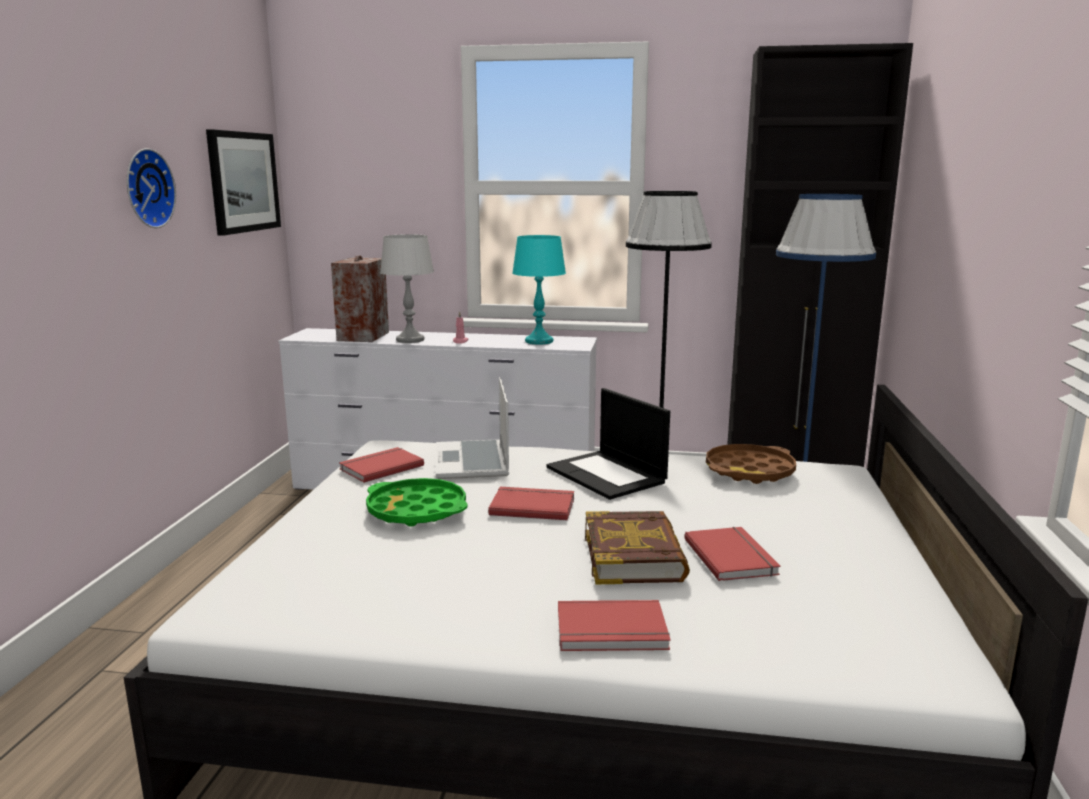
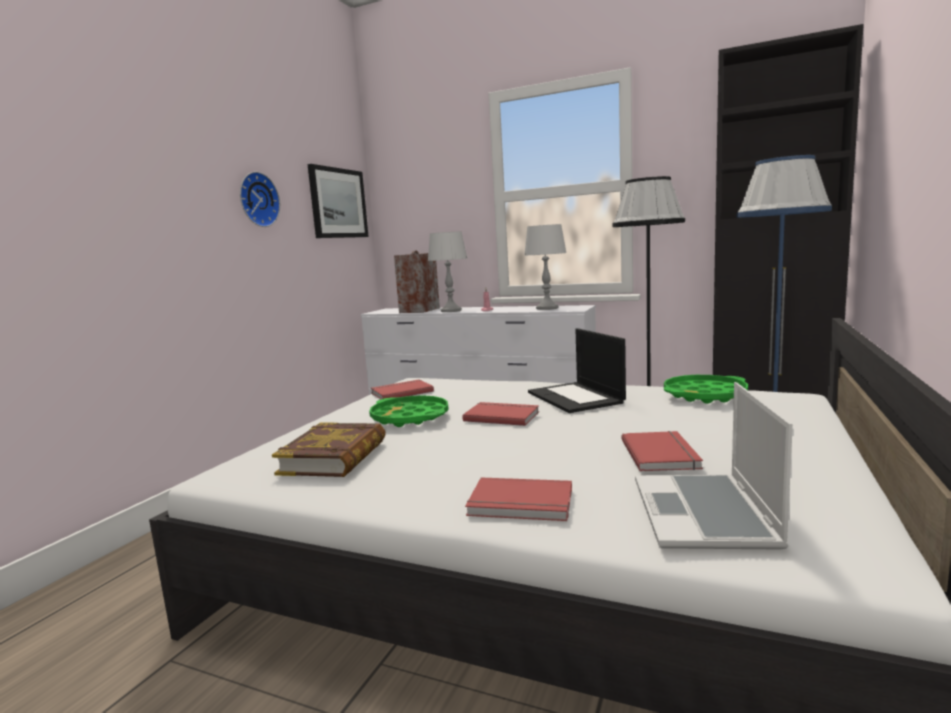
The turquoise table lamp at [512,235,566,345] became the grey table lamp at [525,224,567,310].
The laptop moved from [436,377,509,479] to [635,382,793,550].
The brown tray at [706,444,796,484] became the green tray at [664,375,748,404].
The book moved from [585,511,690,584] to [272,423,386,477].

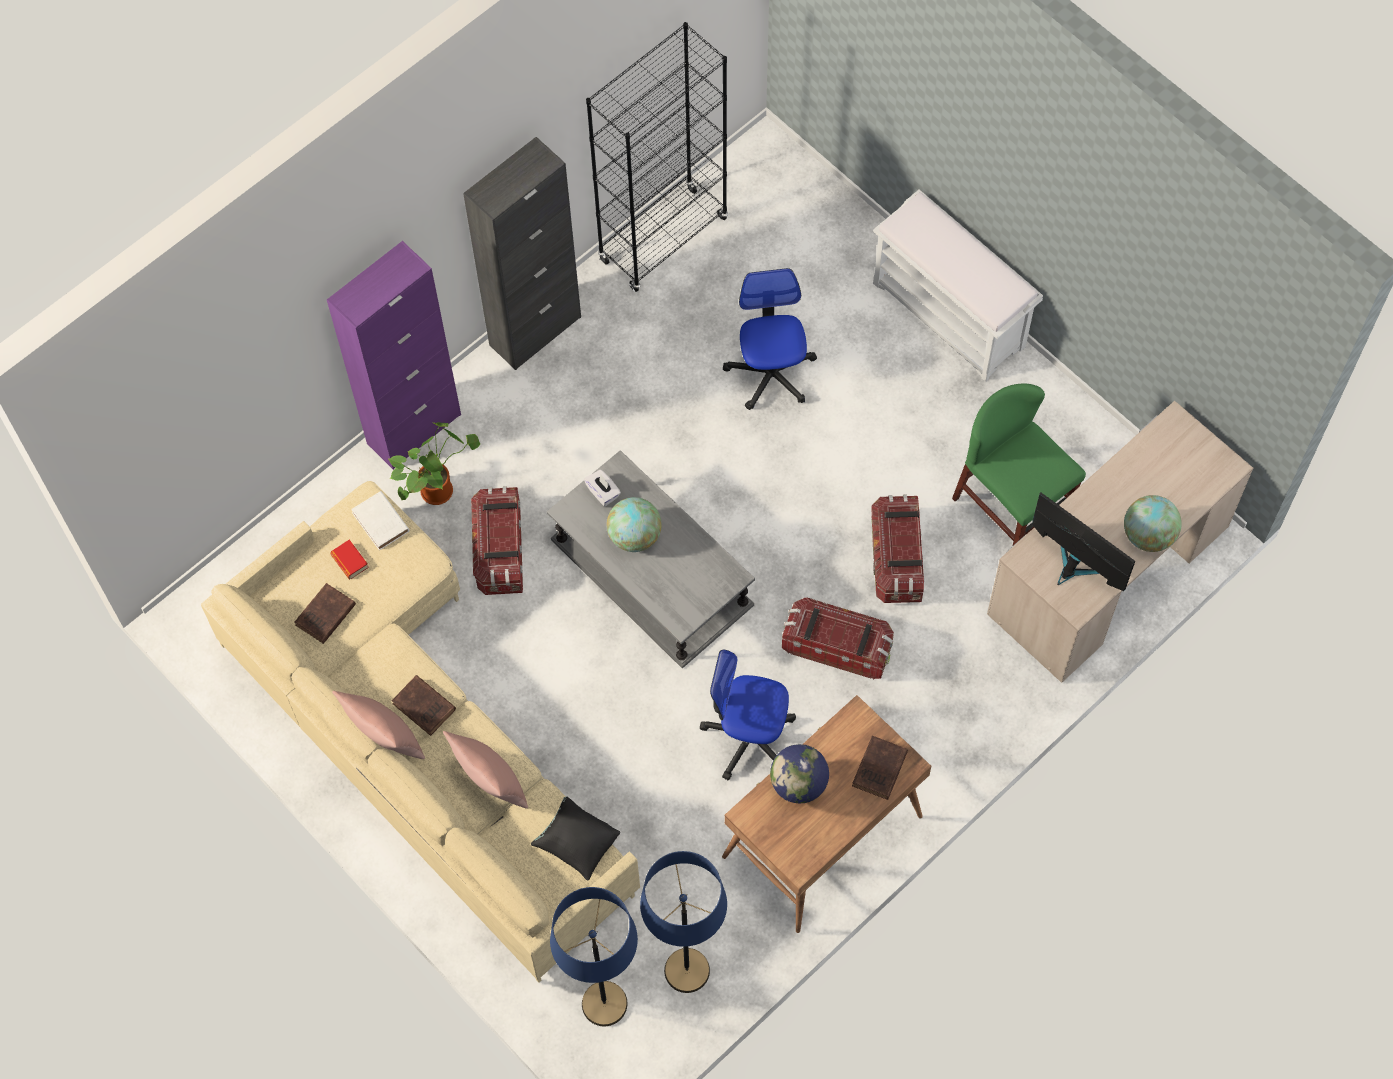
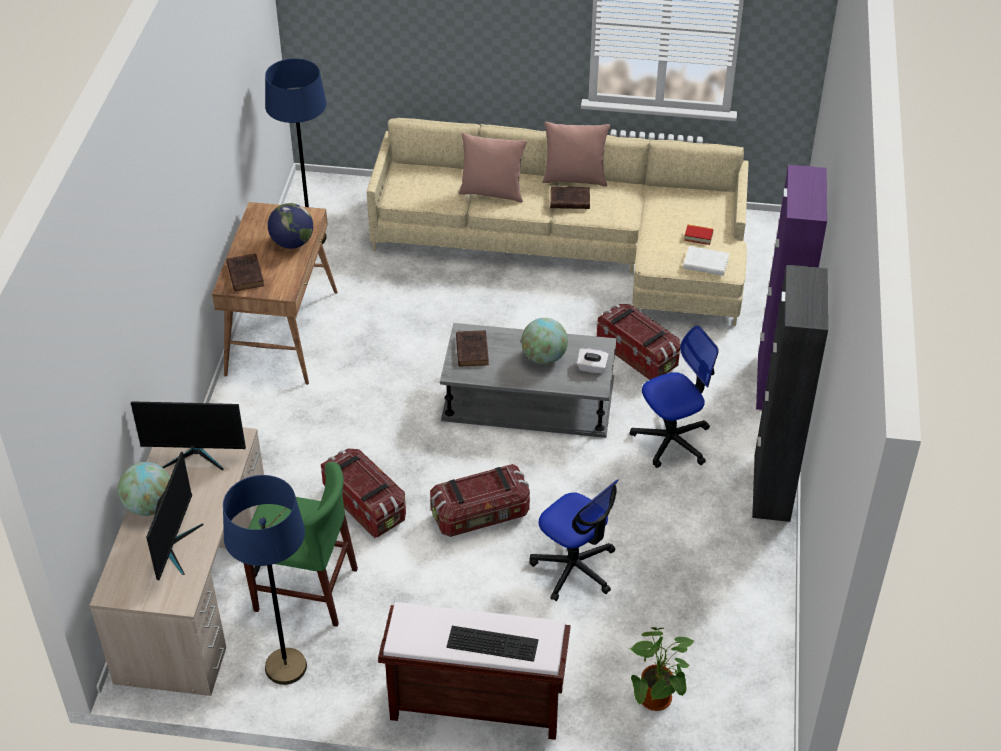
The black bookcase at [586,22,728,292] disappeared.
The white bench at [873,190,1043,382] became the brown bench at [378,602,571,740].
The potted plant moved from [389,422,480,505] to [629,627,694,711].
The brown book moved from [294,583,356,644] to [456,330,489,367].
The storage box moved from [782,597,894,679] to [430,464,530,537].
The office chair moved from [700,649,796,780] to [629,325,719,468].
The black pillow at [531,796,620,880] disappeared.
The blue floor lamp moved from [550,887,638,1026] to [223,475,307,685].
The monitor at [146,452,203,580] appeared.
The keyboard at [446,626,539,662] appeared.

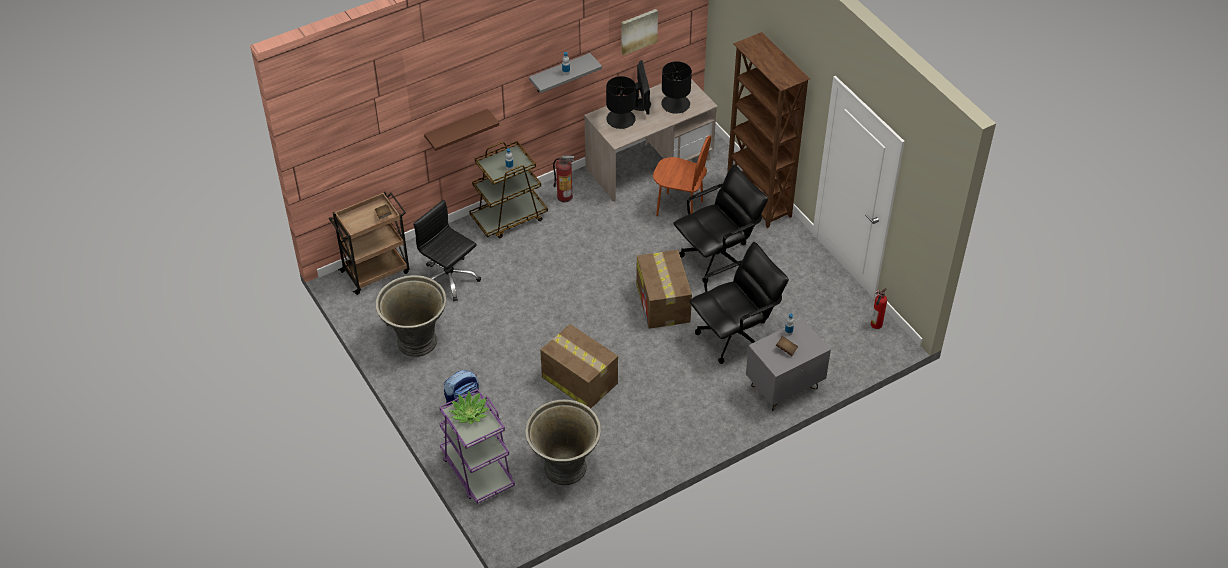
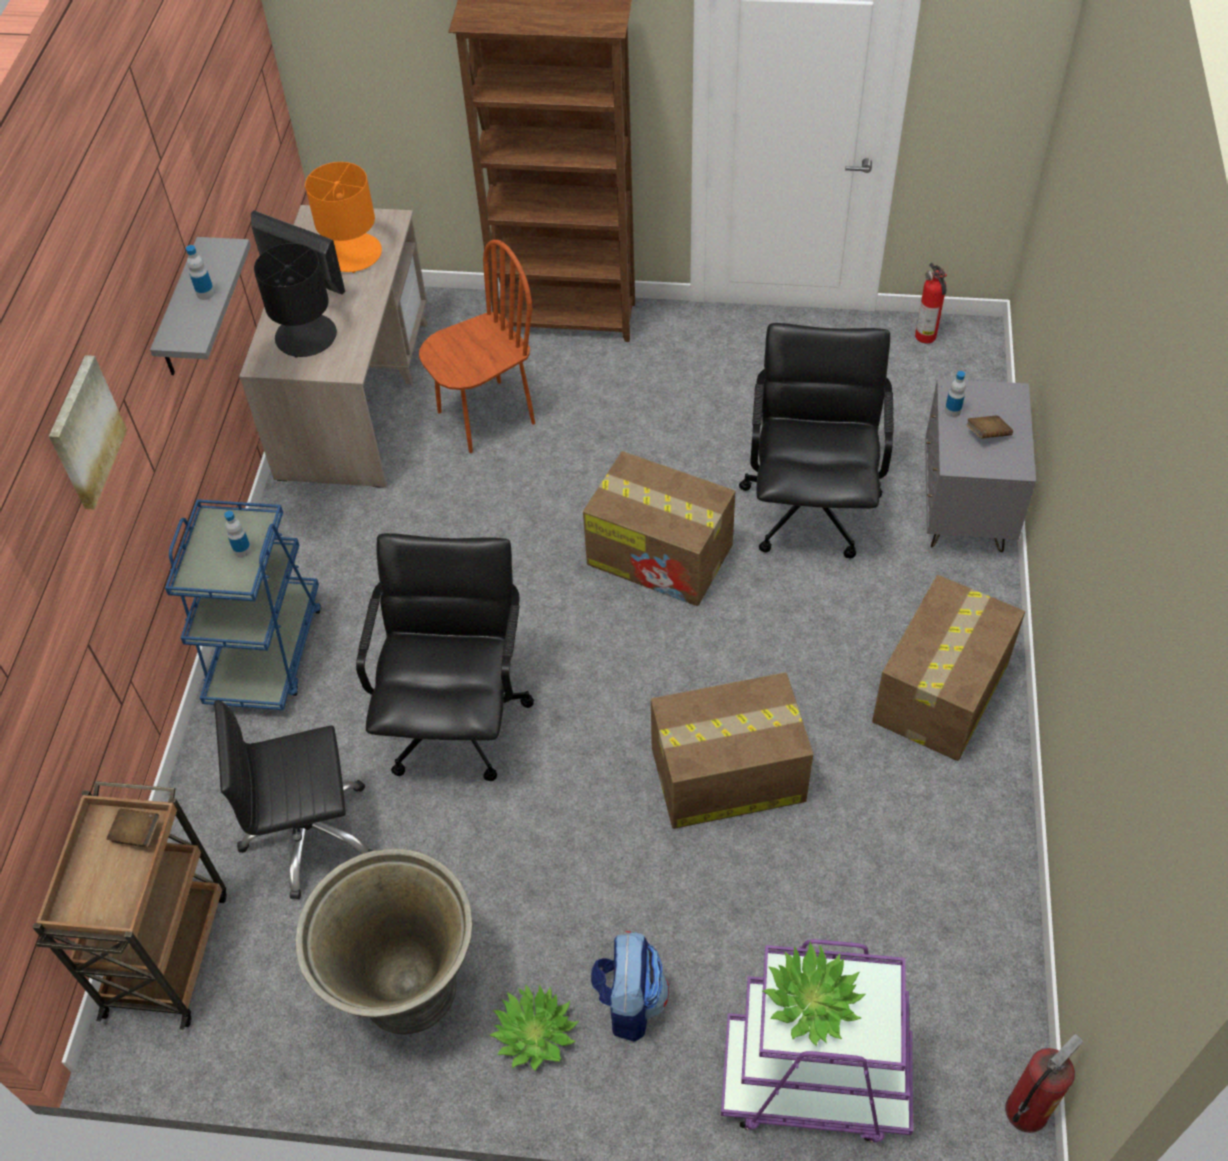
The picture moved from [621,9,658,56] to [49,355,127,510].
The black table lamp at [661,61,692,114] became the orange table lamp at [305,162,382,273].
The brown shelf at [424,109,499,151] disappeared.
The brown cart at [469,141,548,238] became the blue cart at [165,499,322,710].
The fire extinguisher moved from [553,155,574,202] to [1005,1034,1083,1133].
The black office chair moved from [673,165,768,282] to [356,533,534,781].
The grey planter at [525,399,601,485] disappeared.
The cardboard box at [872,575,1025,761] appeared.
The potted plant at [489,984,579,1072] appeared.

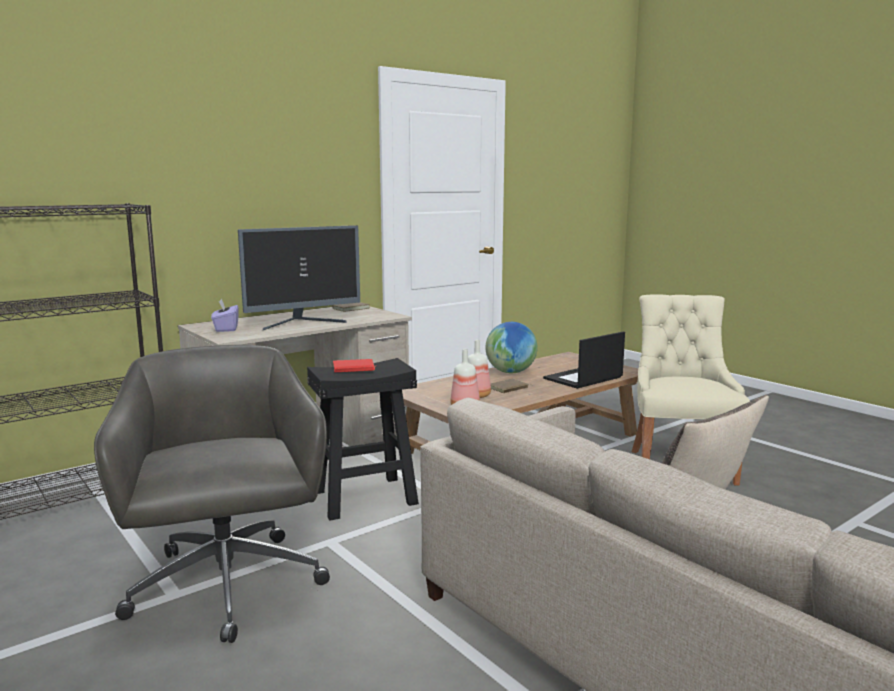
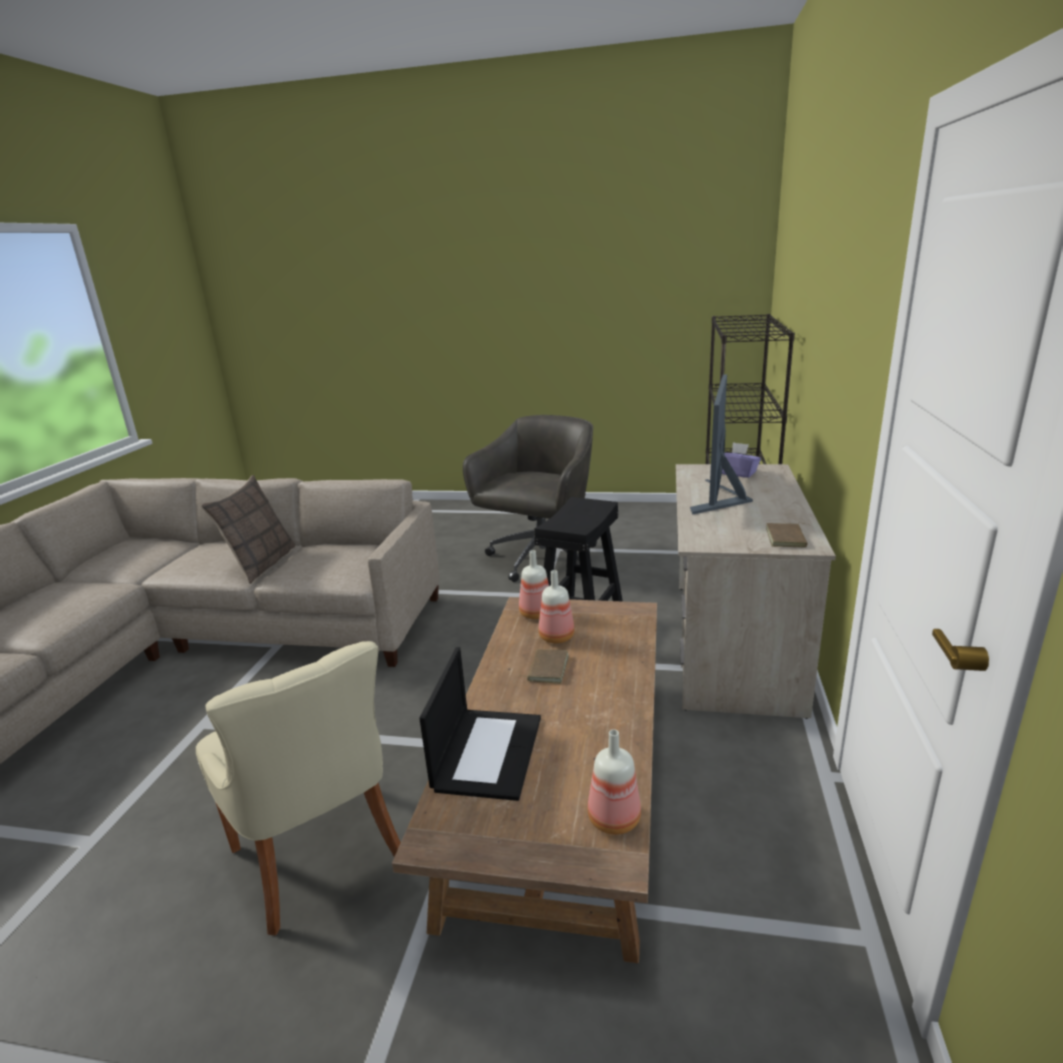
The globe at [485,322,538,373] disappeared.
The grey office chair at [94,345,330,643] turned 90 degrees counterclockwise.
The red book at [333,359,376,372] disappeared.
The bottle at [588,729,641,835] appeared.

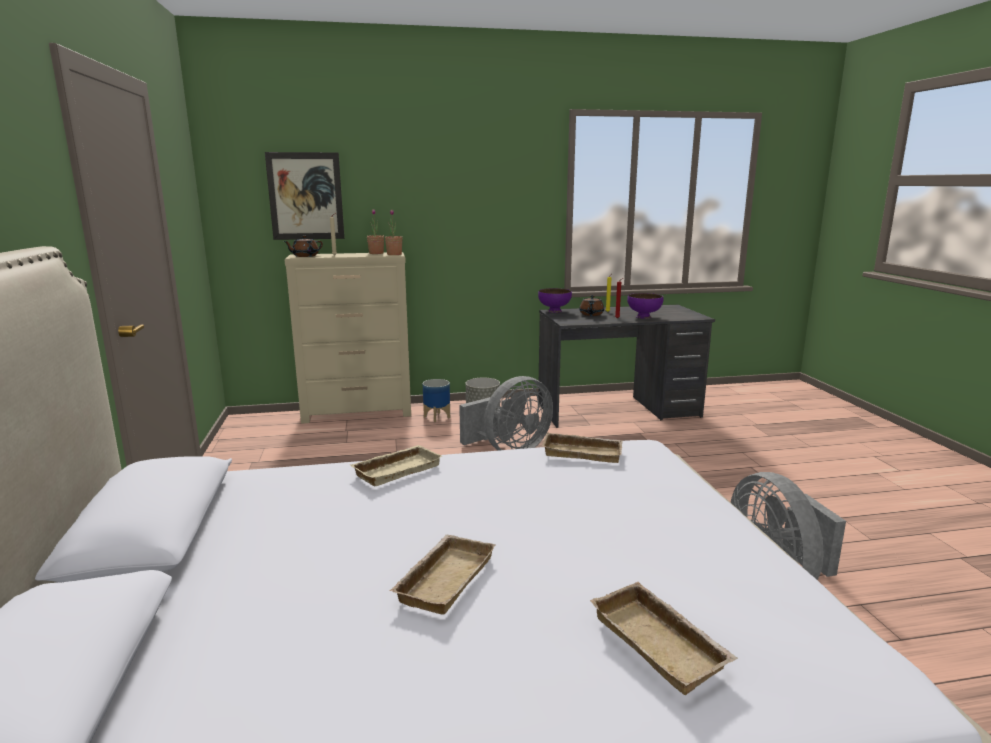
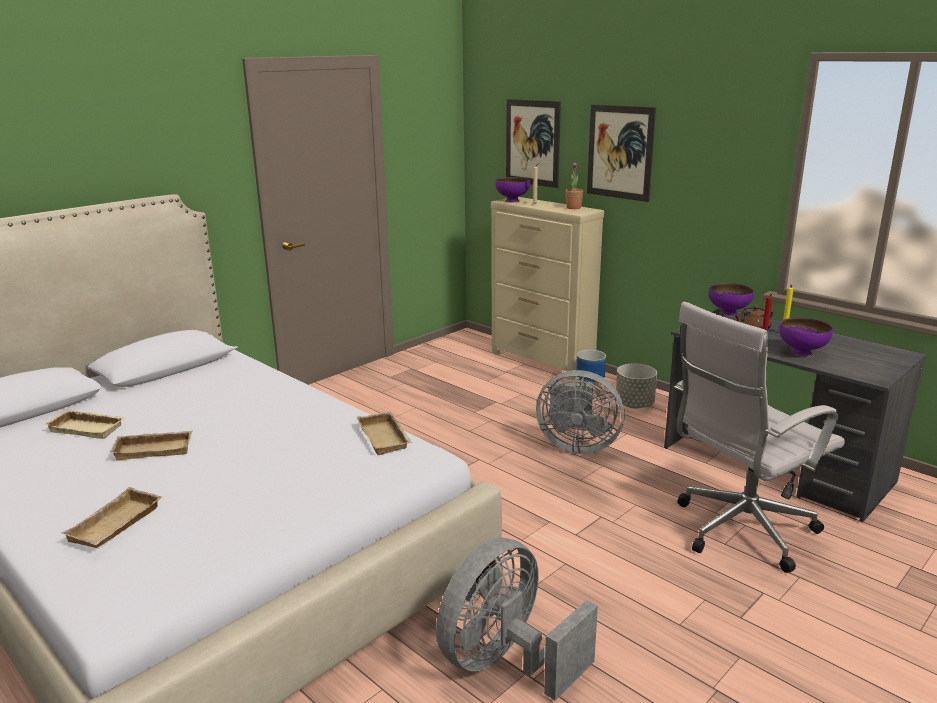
The potted plant at [385,210,402,255] disappeared.
The brown teapot at [283,236,323,257] was replaced by the purple bowl at [495,177,530,202].
The beige tray moved from [350,445,442,486] to [44,410,125,439].
The picture at [587,104,656,202] appeared.
The white office chair at [674,302,845,573] appeared.

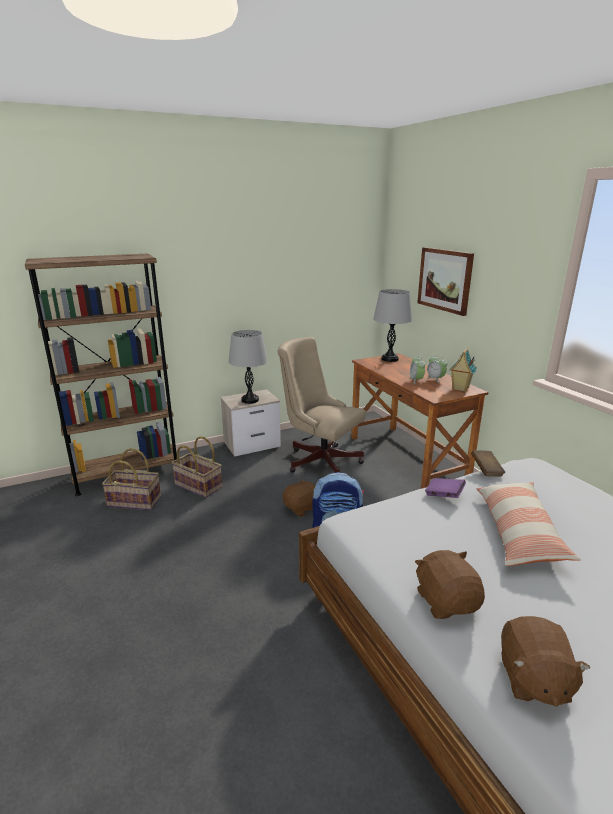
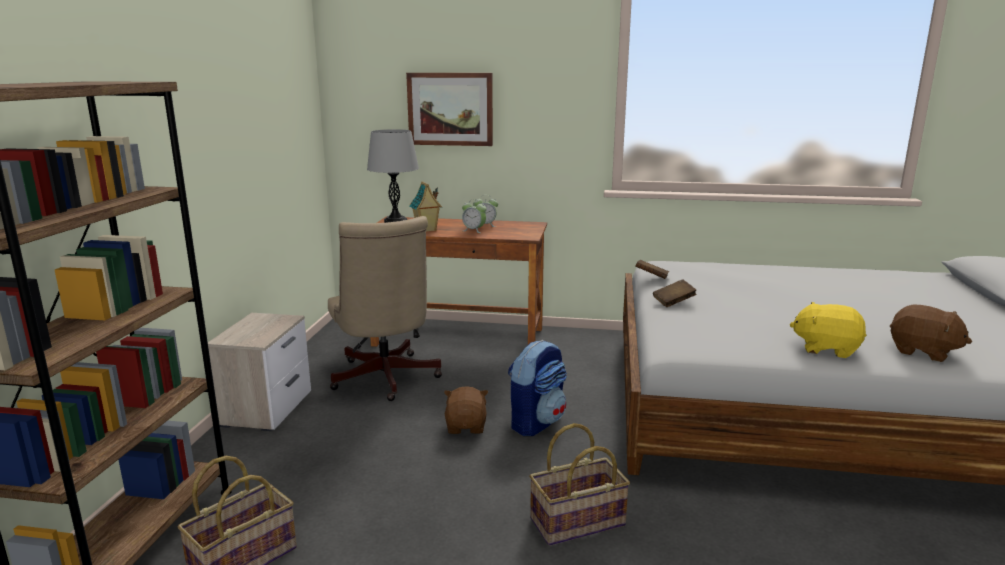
The grey table lamp at [229,330,268,404] disappeared.
The beige office chair at [277,337,366,473] turned 90 degrees counterclockwise.
The toy house moved from [450,348,477,392] to [410,182,442,231].
The basket moved from [171,436,222,498] to [529,423,630,546].
The purple book at [425,478,466,498] became the brown book at [653,279,696,307].
The pillow at [476,482,581,566] disappeared.
The brown plush toy at [415,550,485,619] became the yellow plush toy at [790,302,866,358].

